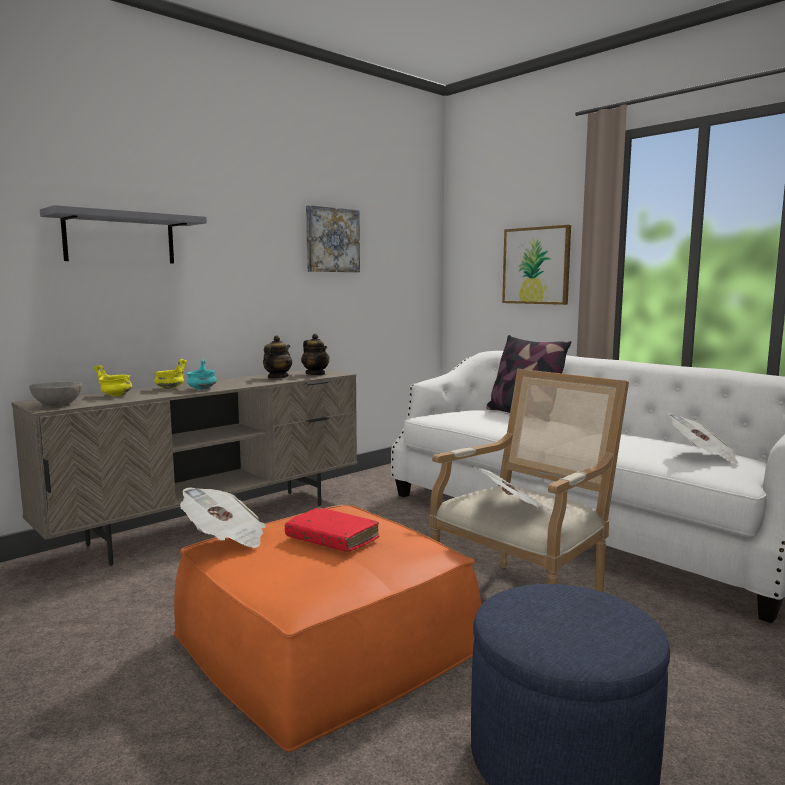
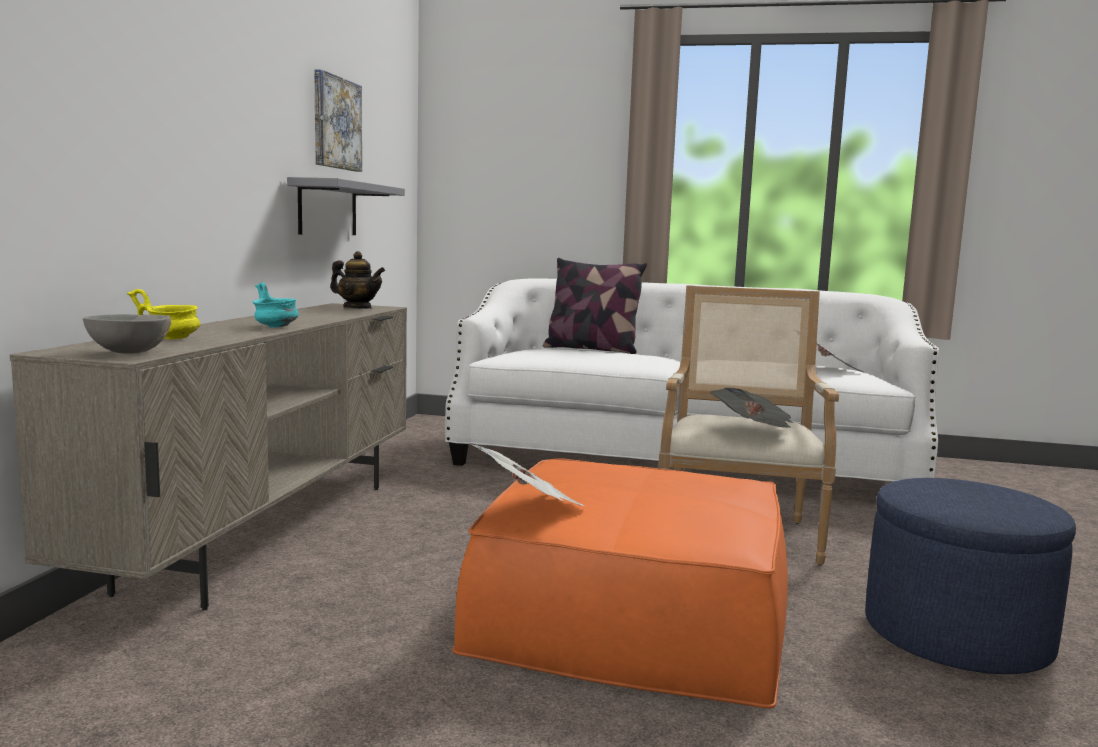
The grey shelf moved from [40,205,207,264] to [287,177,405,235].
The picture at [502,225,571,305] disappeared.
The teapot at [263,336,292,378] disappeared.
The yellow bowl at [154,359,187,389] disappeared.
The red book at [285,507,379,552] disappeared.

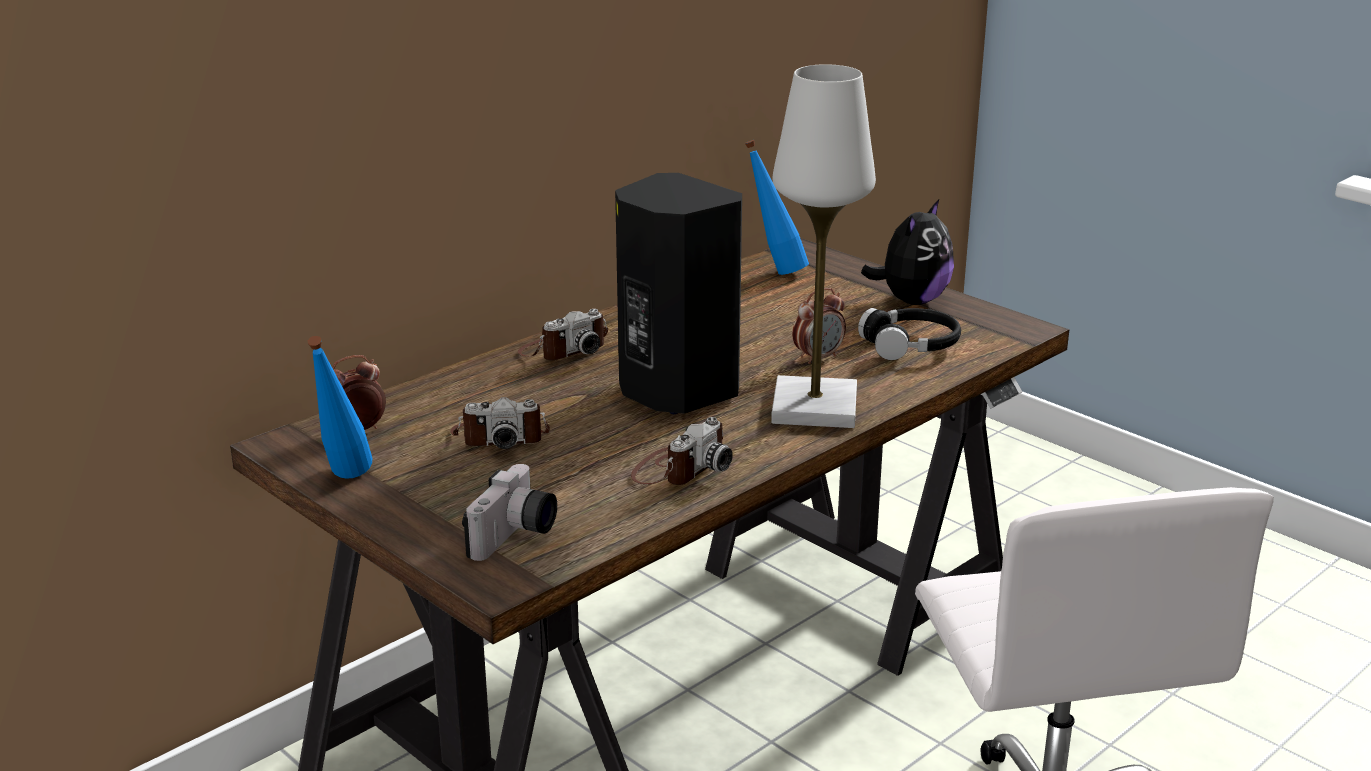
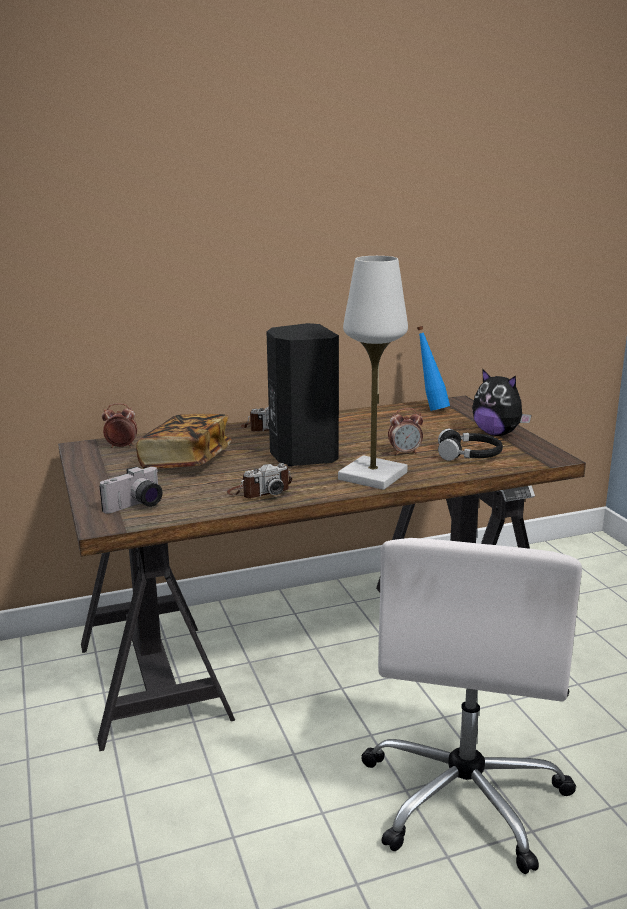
The plush toy at [861,199,954,305] turned 75 degrees clockwise.
The blue bottle at [308,336,373,479] disappeared.
The photo camera at [450,397,550,449] was replaced by the book at [136,414,232,469].

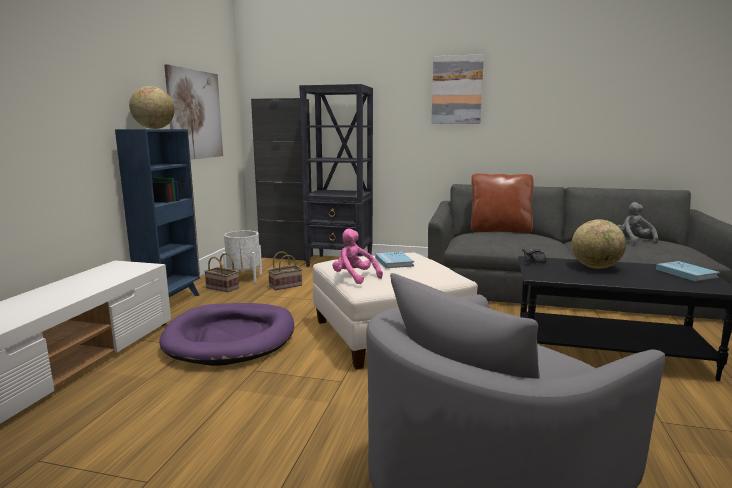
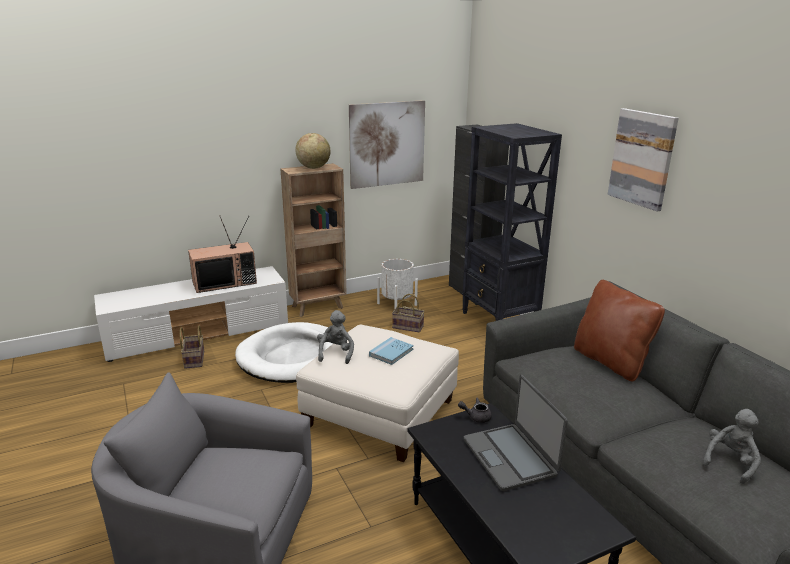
The blue bookcase at [115,129,200,297] became the brown bookcase at [280,163,347,317].
The globe at [572,219,626,269] was replaced by the laptop at [464,375,568,491].
The pink plush toy at [333,228,383,284] became the grey plush toy at [317,310,354,364].
The basket moved from [204,253,239,292] to [180,326,204,369].
The blue book at [656,261,720,281] disappeared.
The purple dog bed at [159,303,294,366] became the white dog bed at [235,322,334,383].
The television at [188,215,257,293] appeared.

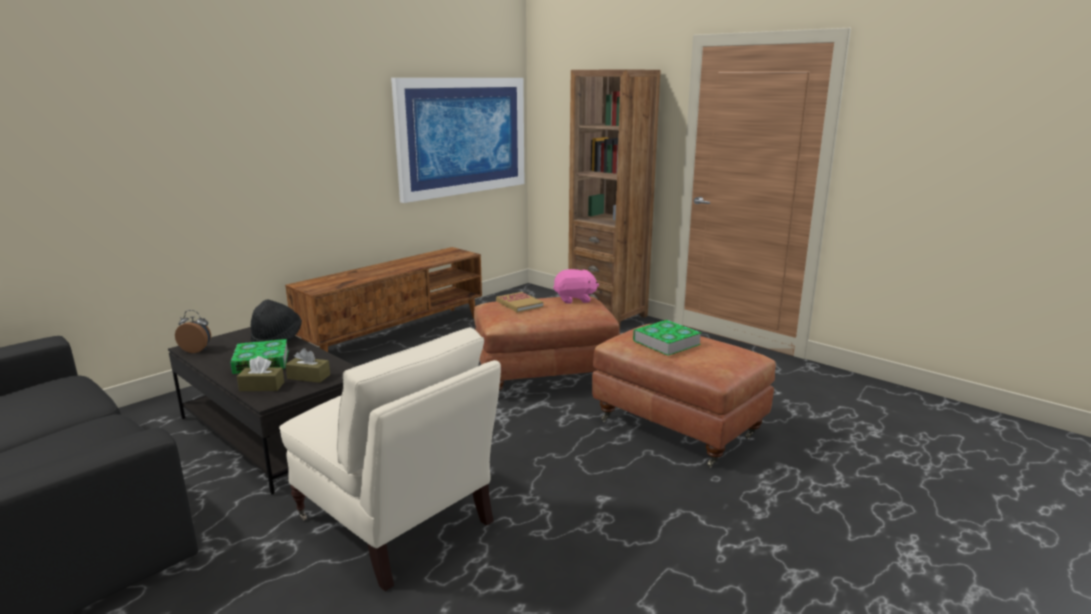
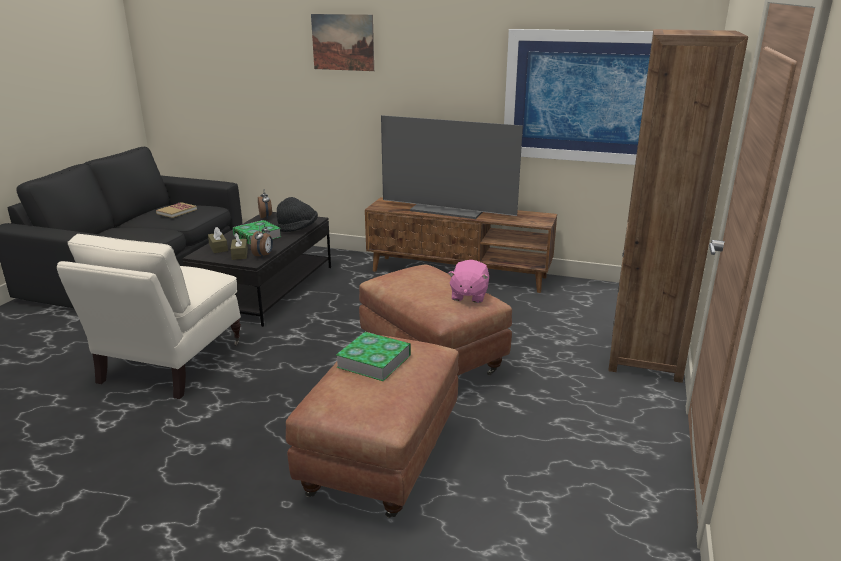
The pink plush toy at [553,269,599,304] turned 45 degrees clockwise.
The book moved from [496,292,543,313] to [156,202,197,218].
The picture at [311,14,374,71] appeared.
The television at [381,115,523,219] appeared.
The alarm clock at [251,223,273,258] appeared.

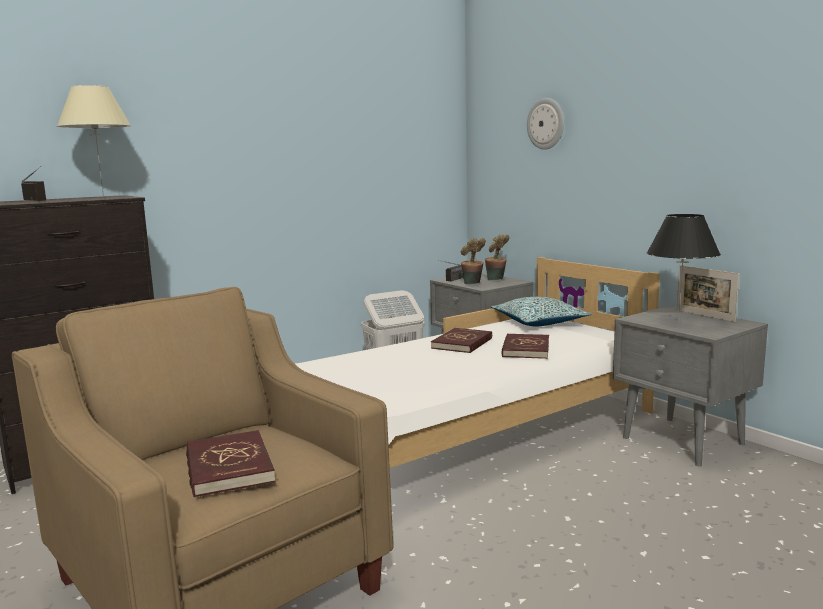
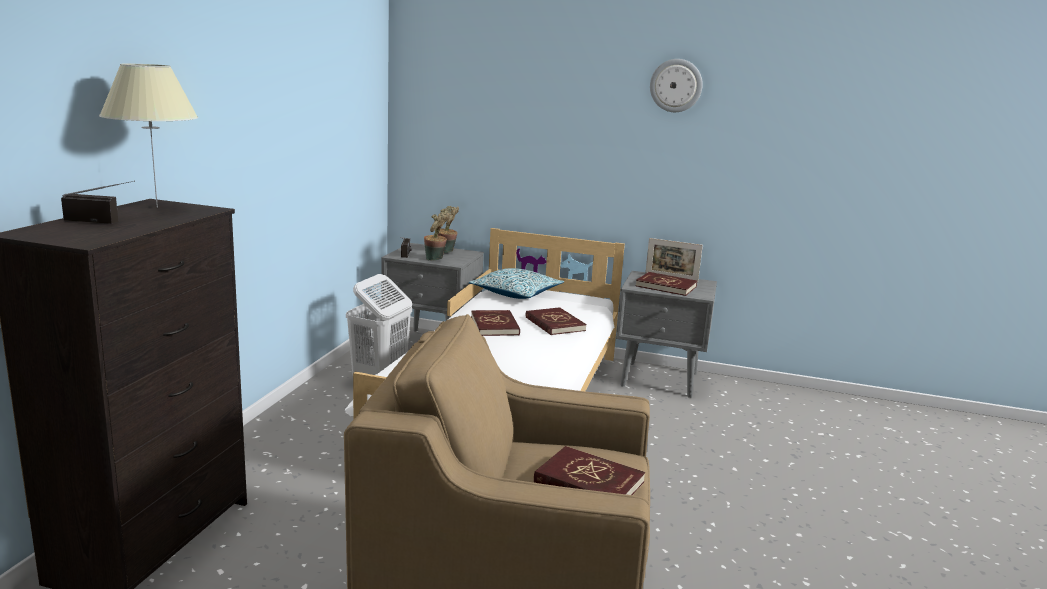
The wall clock moved from [527,98,564,150] to [650,59,703,112].
The black table lamp at [647,214,721,320] was replaced by the red book at [636,272,697,296].

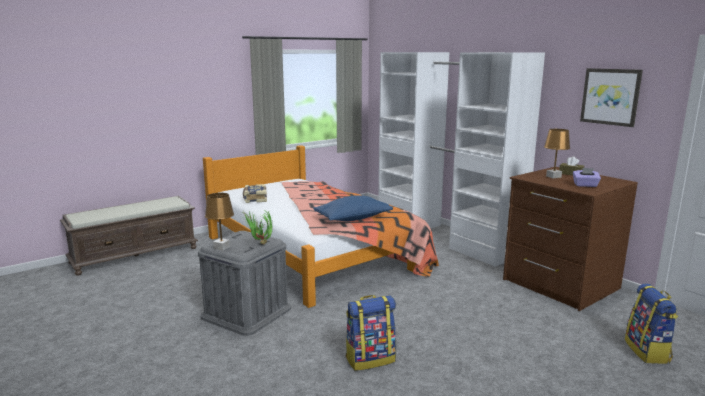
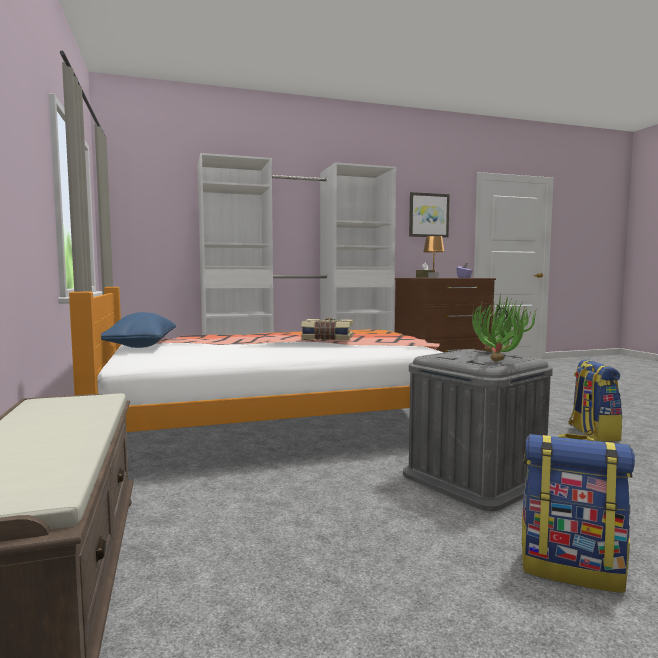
The book moved from [243,184,267,203] to [301,318,353,340].
The brown table lamp at [205,193,234,250] was replaced by the potted plant at [476,296,536,361].
The blue pillow moved from [313,195,393,221] to [101,312,176,348].
The backpack moved from [625,283,678,364] to [521,433,635,593].

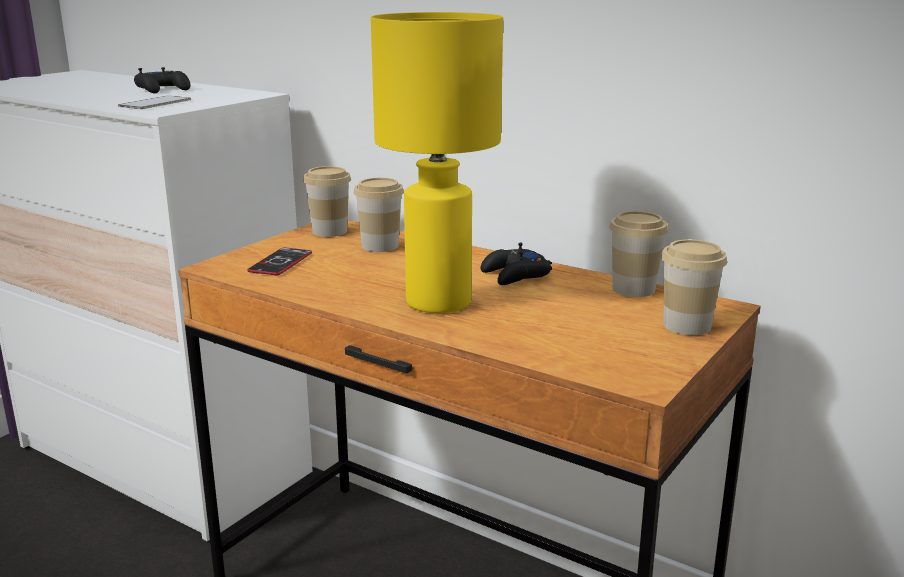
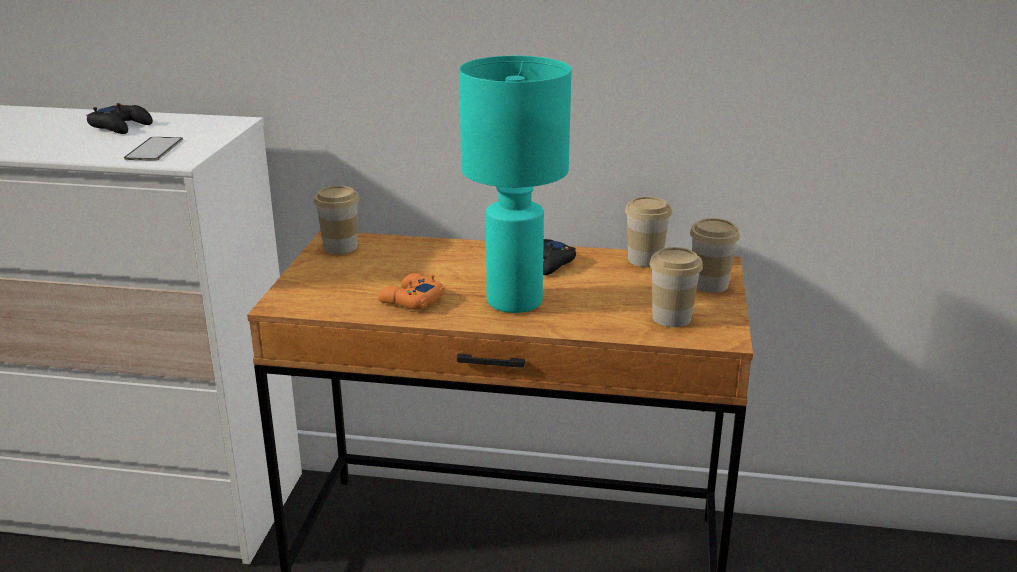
The yellow table lamp at [371,12,503,313] became the turquoise table lamp at [459,56,572,313].
The cup moved from [354,178,404,252] to [649,247,703,327].
The phone at [247,248,312,275] disappeared.
The orange game controller at [378,273,445,310] appeared.

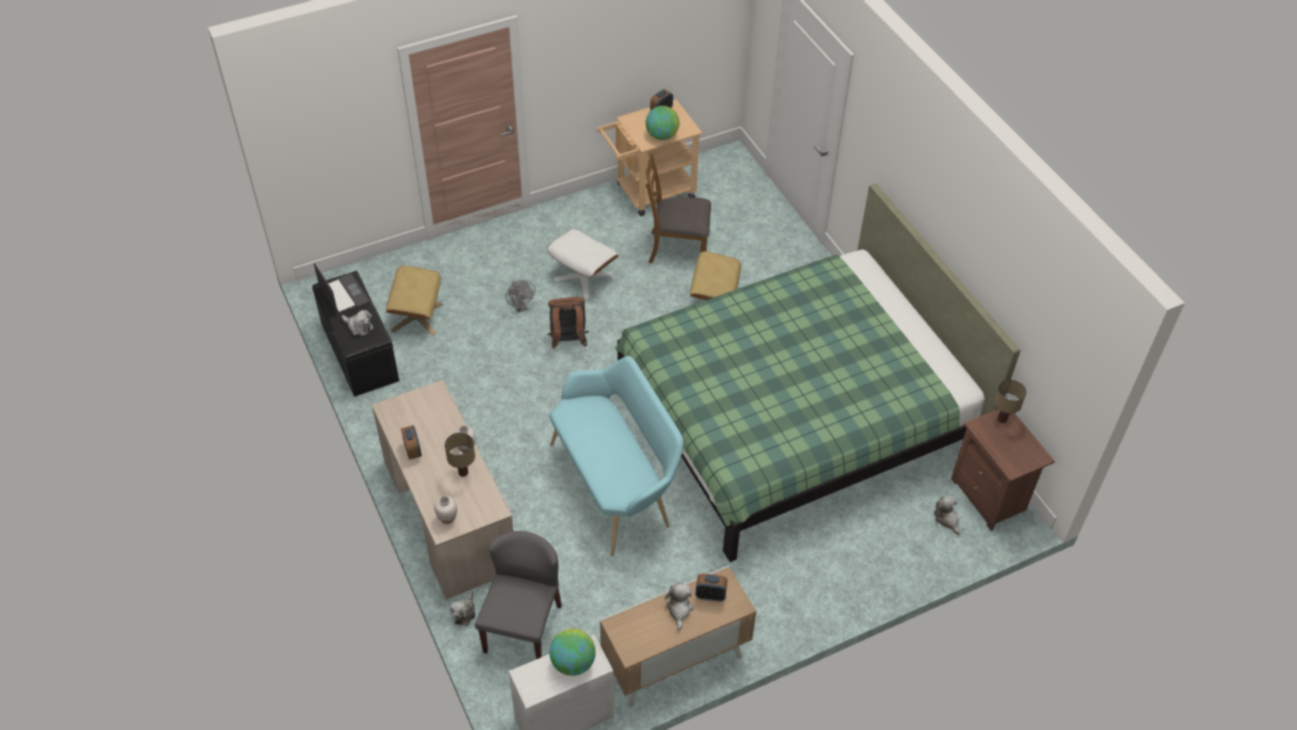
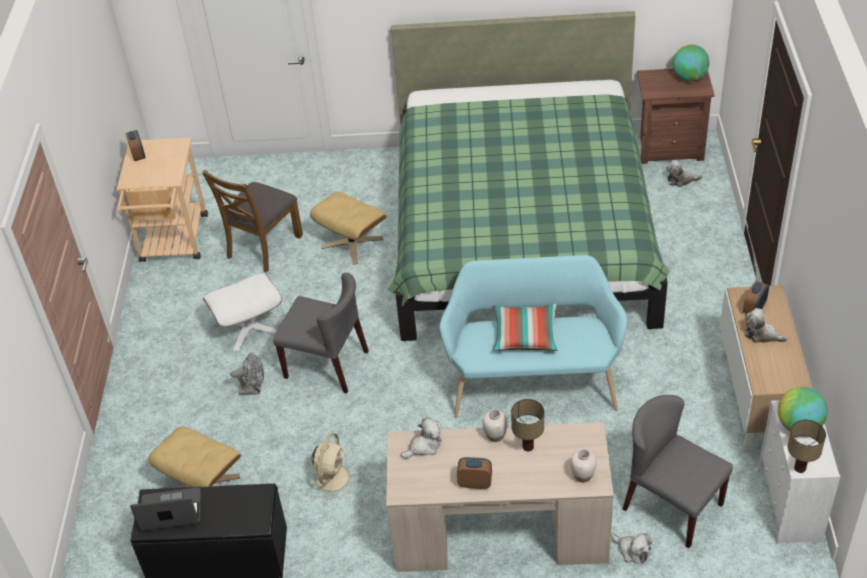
The globe moved from [646,106,679,140] to [673,45,709,81].
The brown backpack at [547,297,589,349] was replaced by the grey chair at [273,273,369,394].
The plush toy moved from [342,310,374,336] to [401,417,441,459].
The table lamp moved from [994,380,1026,423] to [788,420,826,473].
The pillow at [493,304,559,351] appeared.
The beige fan at [309,433,357,498] appeared.

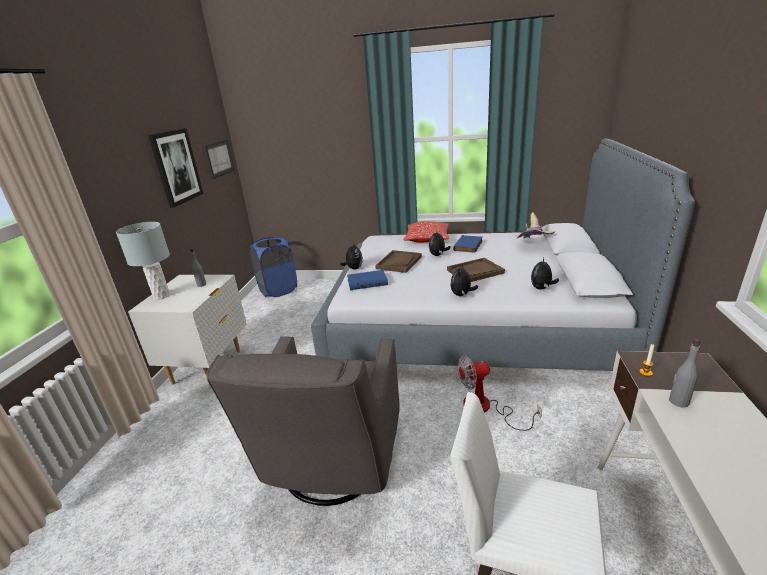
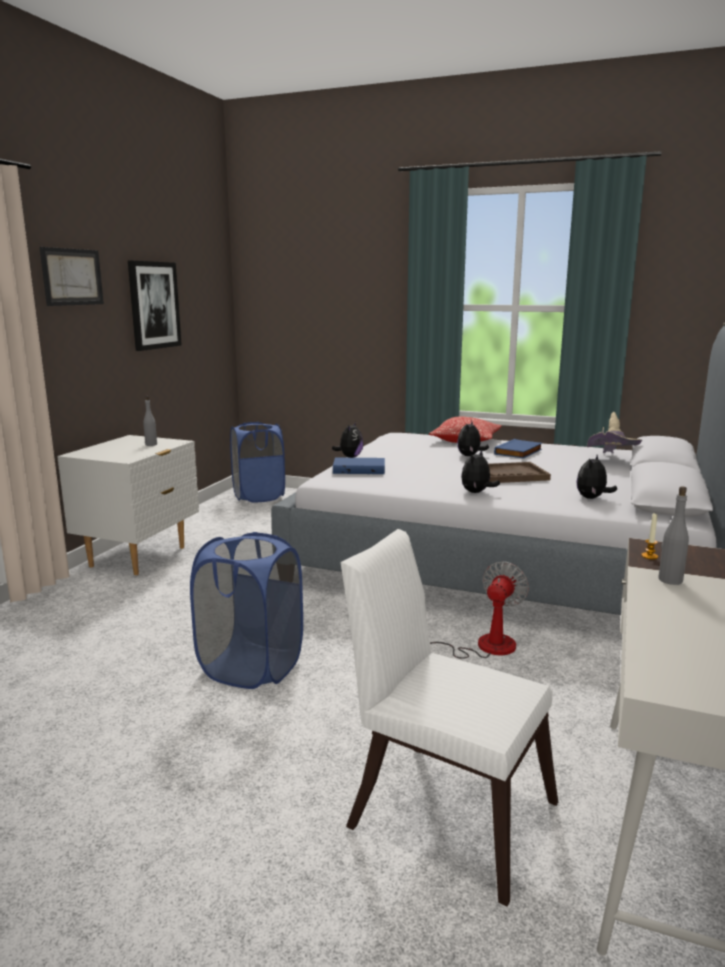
The picture moved from [204,139,234,180] to [39,247,104,306].
The grey table lamp at [116,222,170,300] disappeared.
The brown tray at [375,250,422,273] disappeared.
The grey armchair at [206,336,400,506] was replaced by the blue laundry basket at [190,532,303,689].
The fan at [458,355,542,431] turned 120 degrees clockwise.

